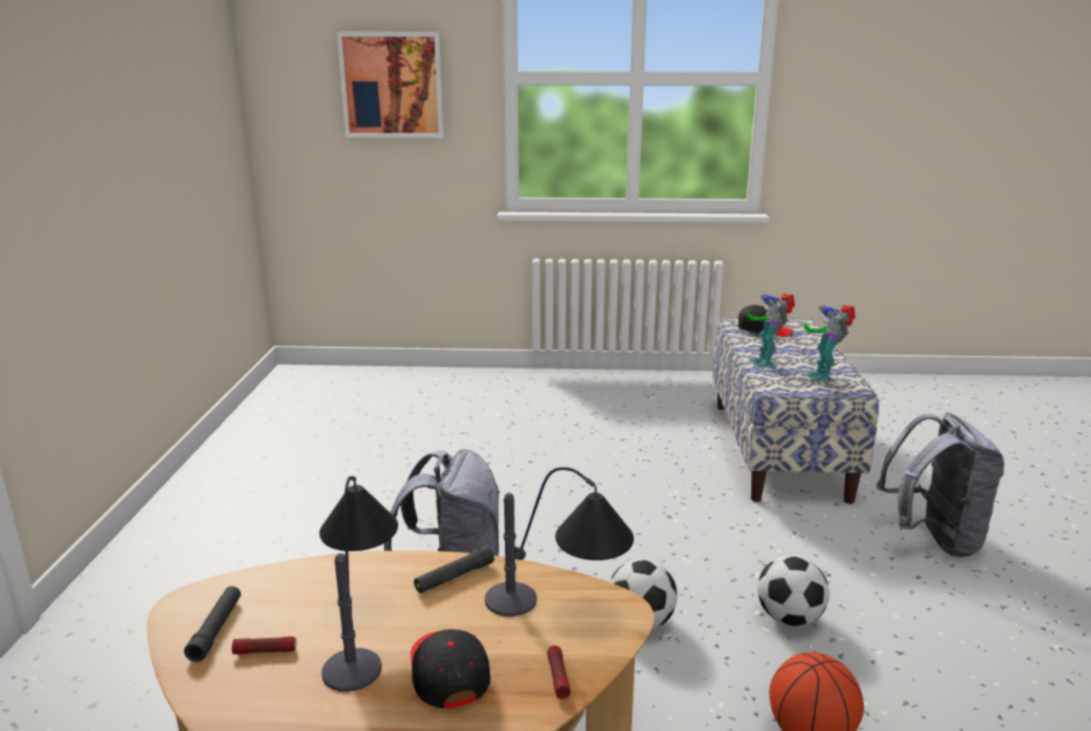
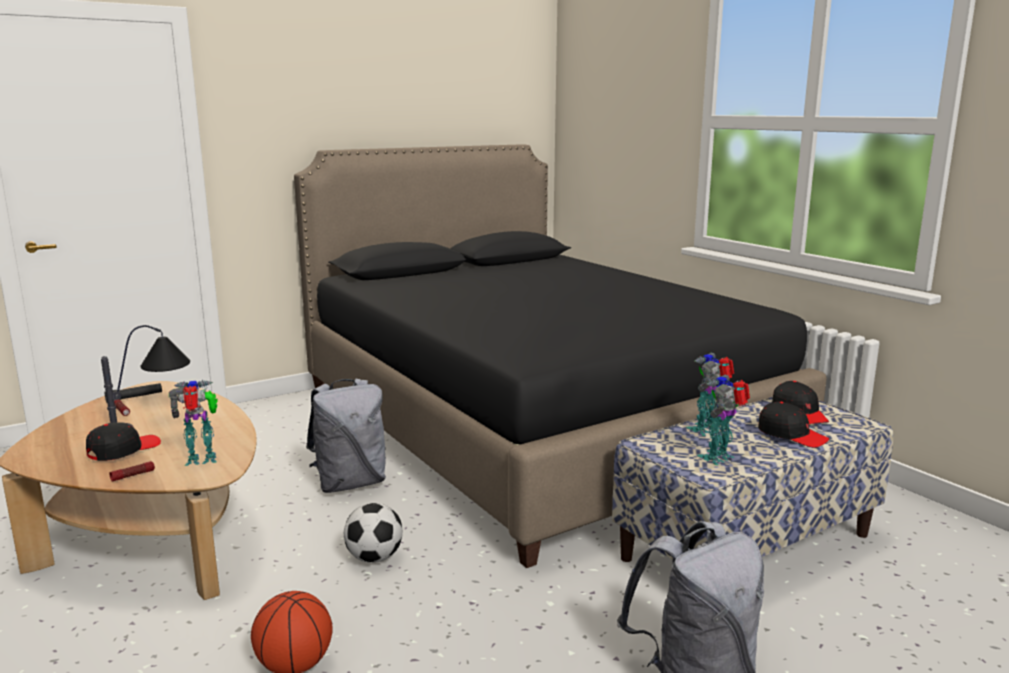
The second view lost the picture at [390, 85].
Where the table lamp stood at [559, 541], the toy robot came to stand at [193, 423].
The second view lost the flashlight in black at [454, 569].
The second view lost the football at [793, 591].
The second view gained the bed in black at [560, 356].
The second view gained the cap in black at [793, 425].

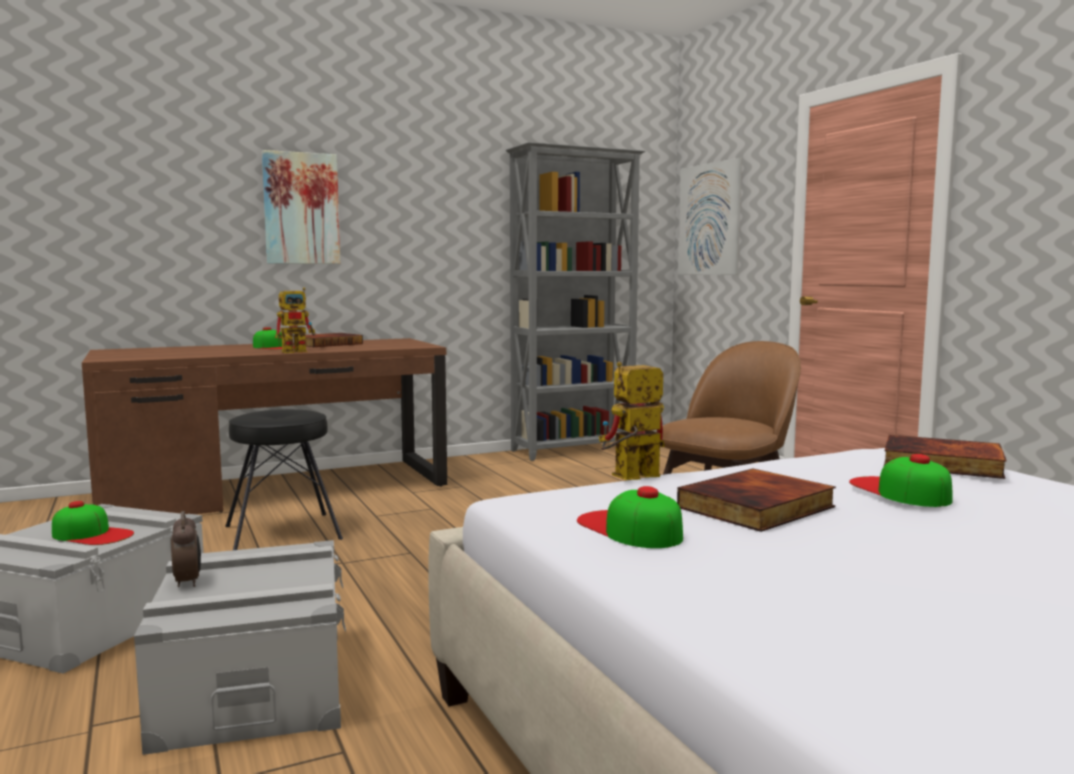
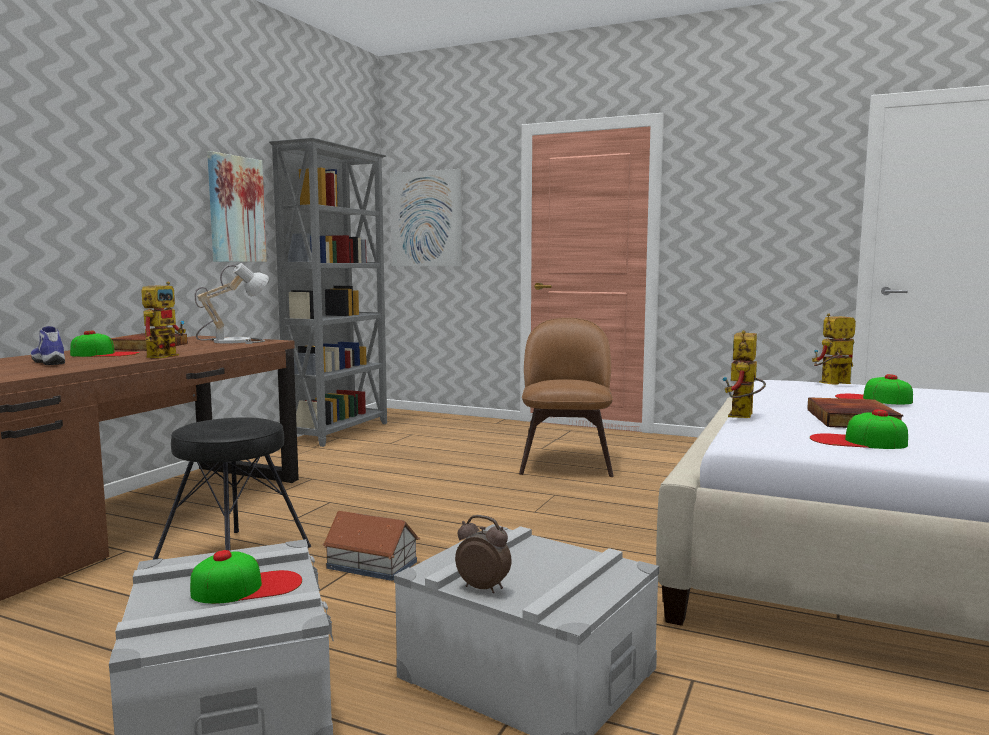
The picture ended up elsewhere, having gone from [301, 207] to [237, 206].
Where the book stood at [945, 457], the toy robot came to stand at [834, 349].
The second view gained the table lamp at [232, 303].
The second view gained the shoe at [48, 345].
The second view gained the toy house at [371, 546].

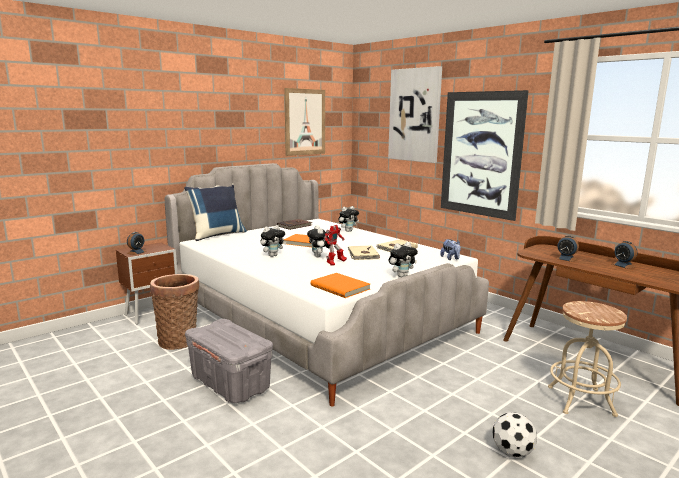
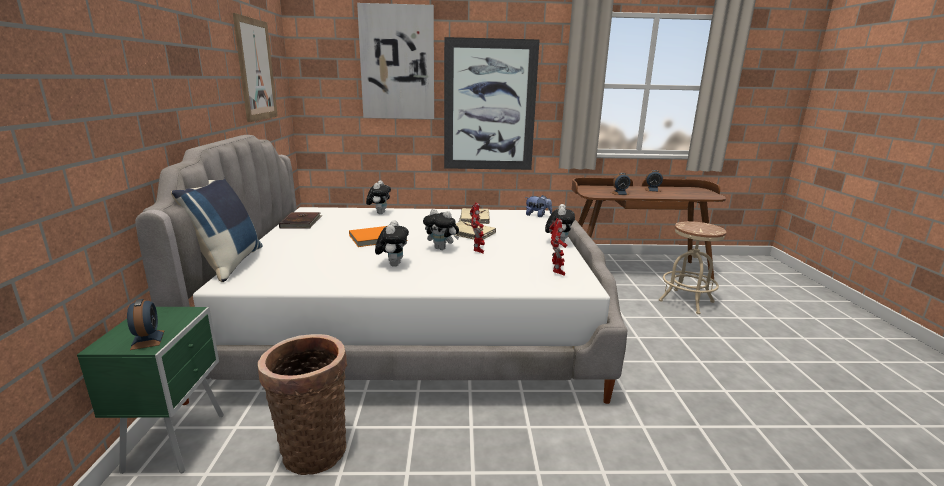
What was the nightstand in brown at [147, 283] turned into the nightstand in green at [150, 390].
Where the book in orange stood at [340, 285], the toy robot came to stand at [558, 247].
The second view lost the storage box in grey at [229, 361].
The second view lost the football at [515, 434].

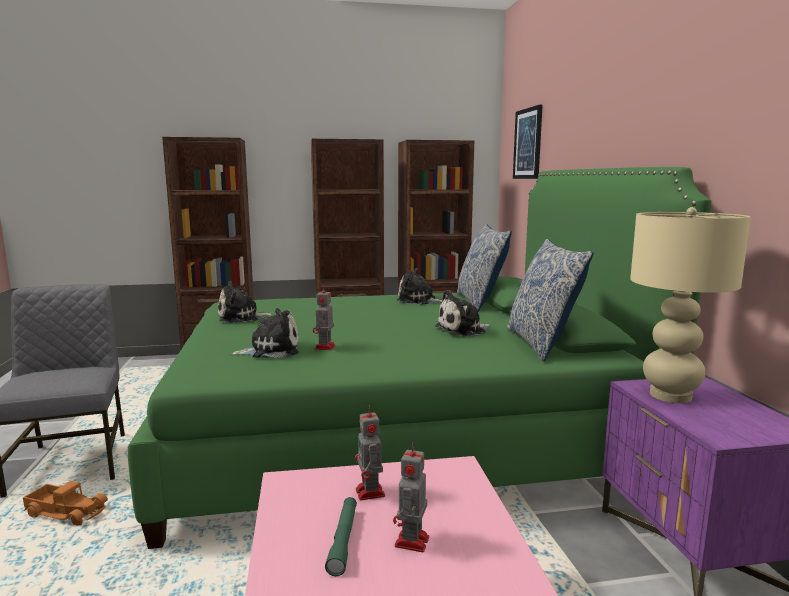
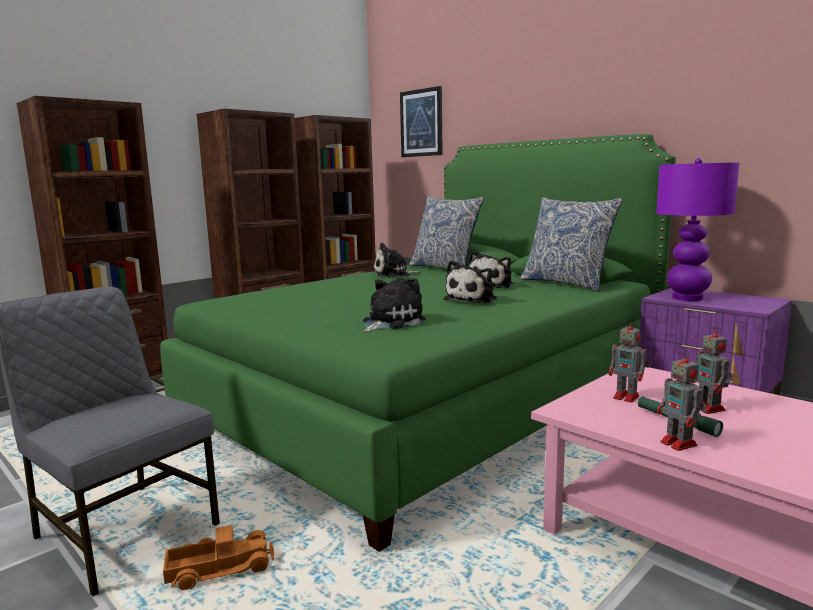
What was the table lamp in beige at [690, 305] turned into the table lamp in purple at [697, 229].
The plush toy ended up elsewhere, having gone from [245, 302] to [471, 282].
The toy robot ended up elsewhere, having gone from [324, 320] to [682, 400].

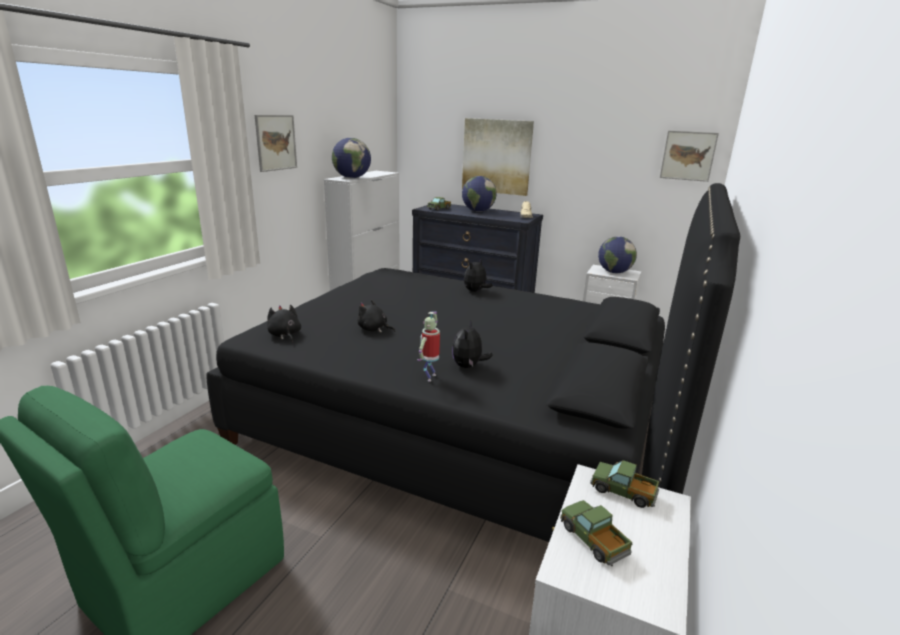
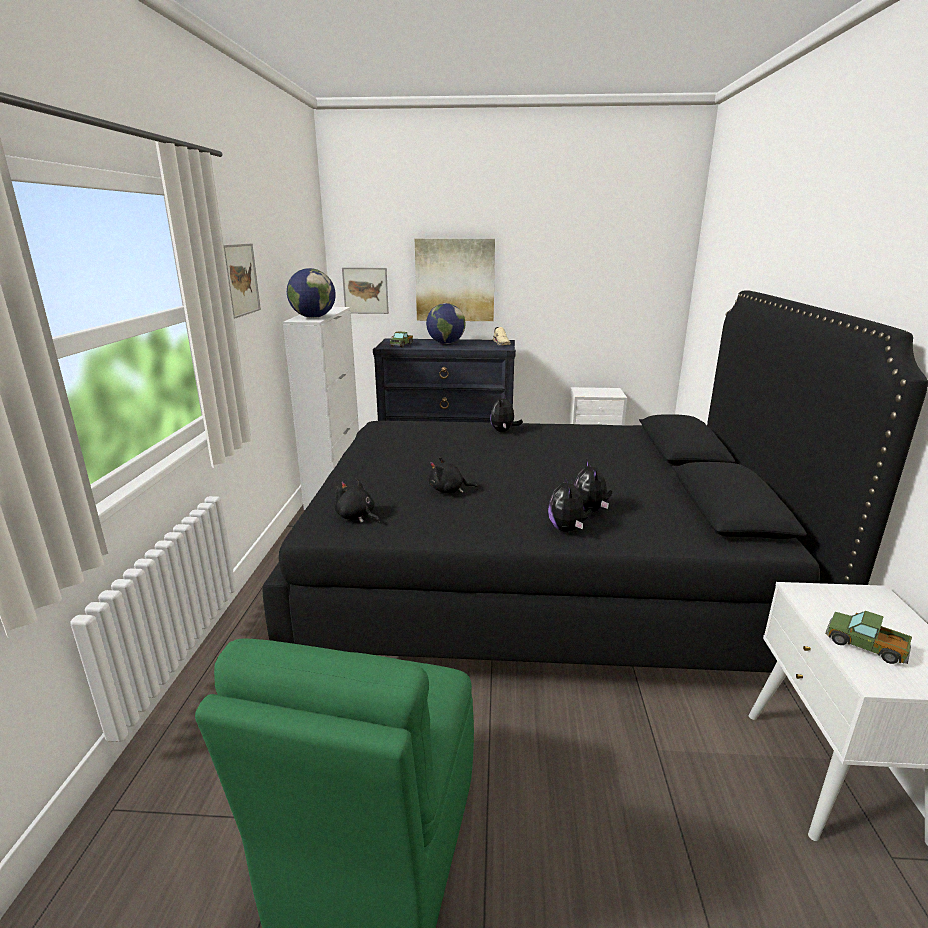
The picture ended up elsewhere, having gone from [689, 156] to [365, 291].
The second view lost the globe at [617, 254].
Where the toy robot stood at [429, 346], the plush toy came to stand at [570, 503].
The second view lost the toy truck at [624, 484].

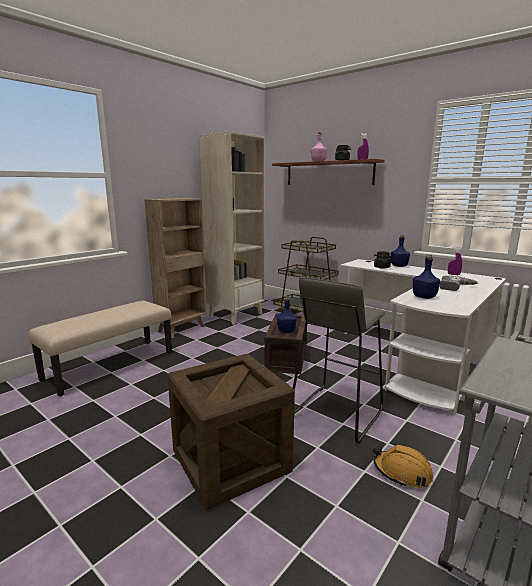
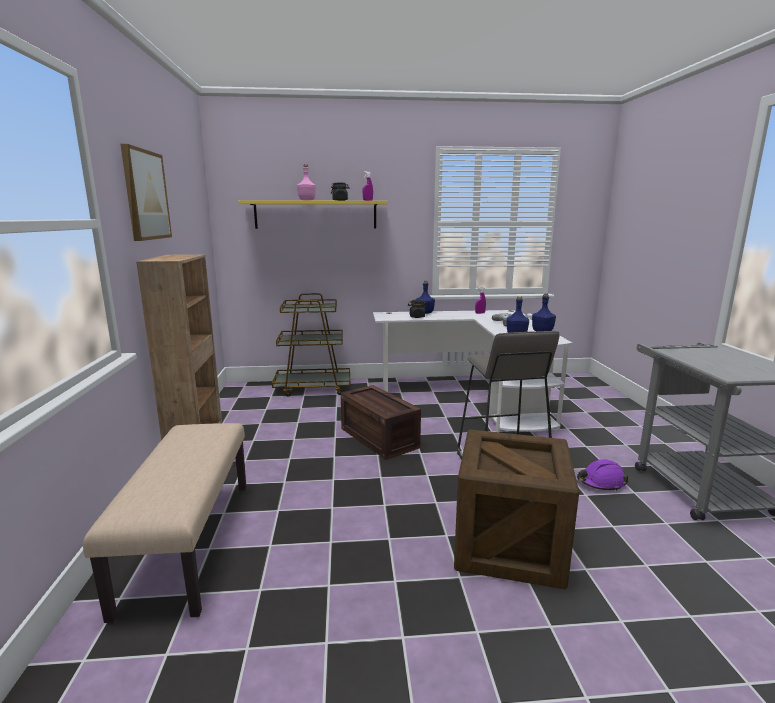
The second view lost the bookcase in beige at [232, 228].
What was the shelf in brown at [328, 172] turned into the shelf in yellow at [313, 214].
The bottle in blue ended up elsewhere, having gone from [286, 315] to [544, 312].
What was the hard hat in orange at [403, 465] turned into the hard hat in purple at [602, 475].
The second view gained the picture at [146, 192].

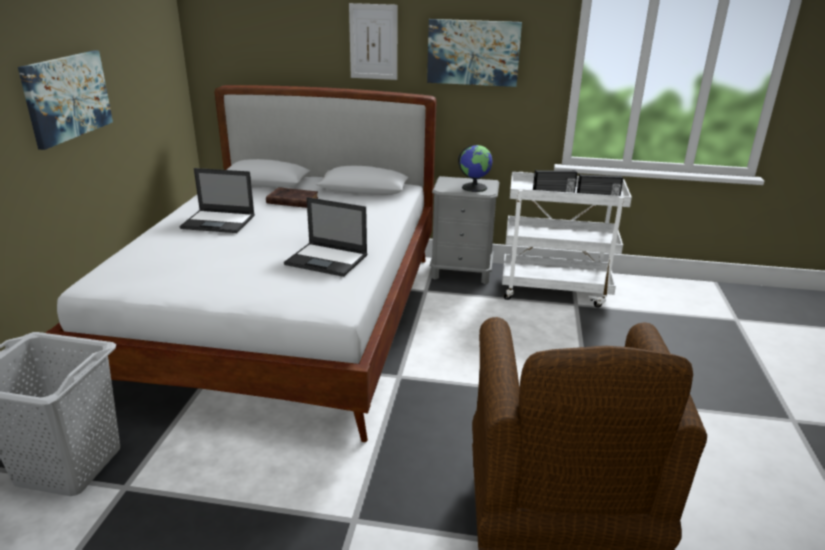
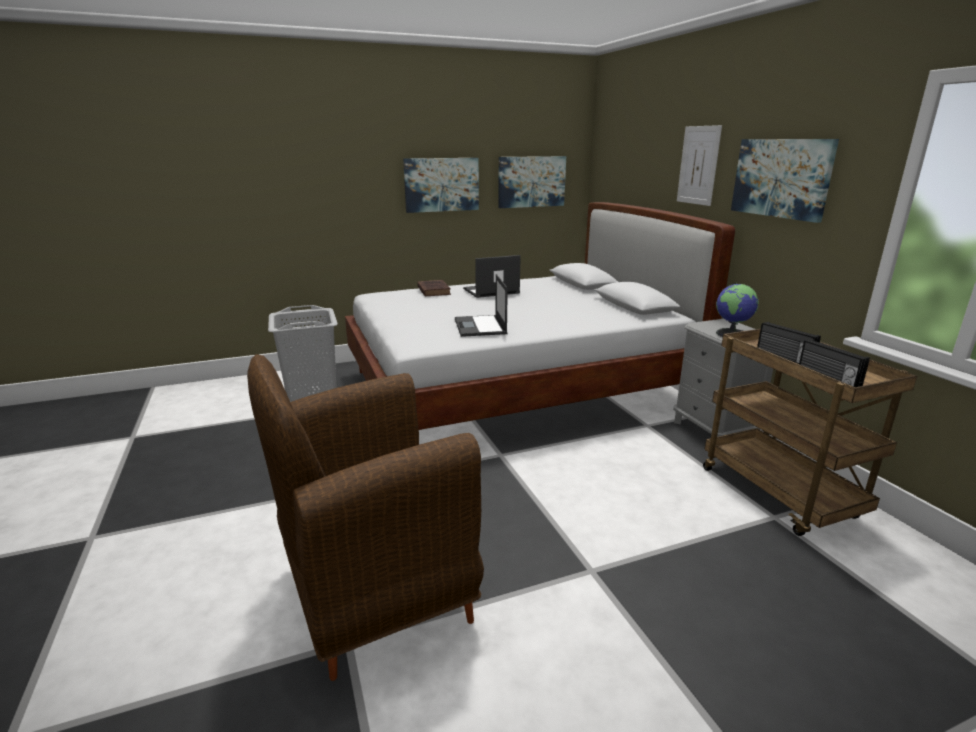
The laptop at [217, 200] ended up facing another way, 90 degrees clockwise from before.
What was the cart in white at [567, 240] turned into the cart in brown at [810, 432].
The book in brown ended up elsewhere, having gone from [292, 197] to [434, 288].
The second view gained the picture at [532, 182].

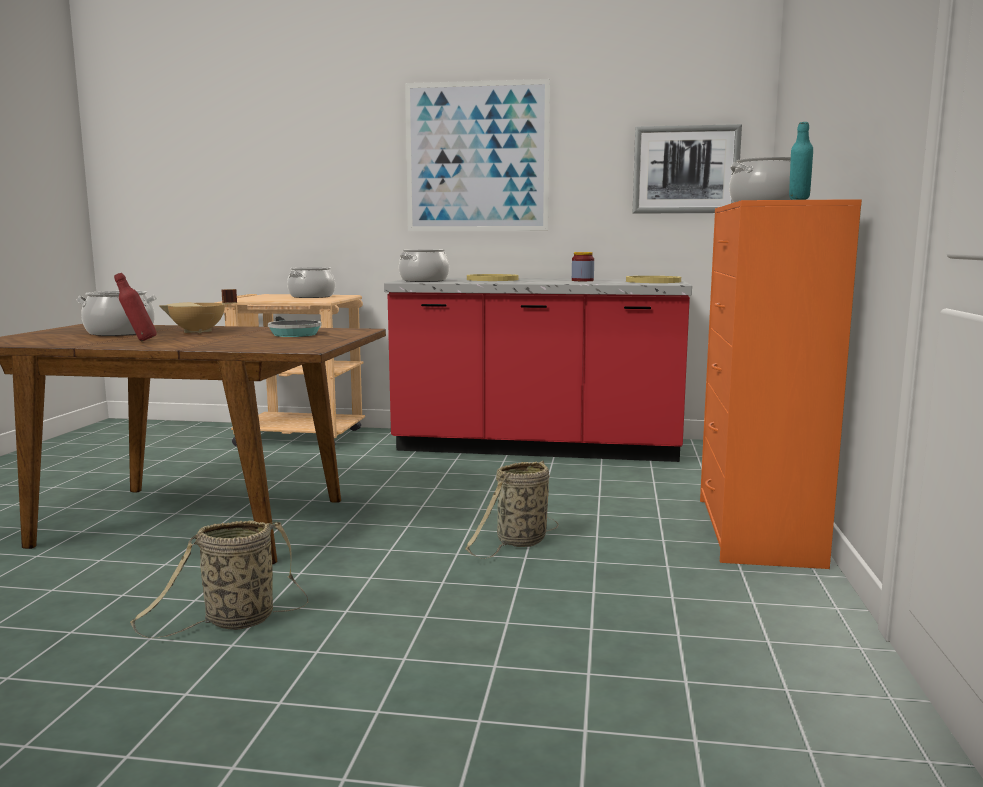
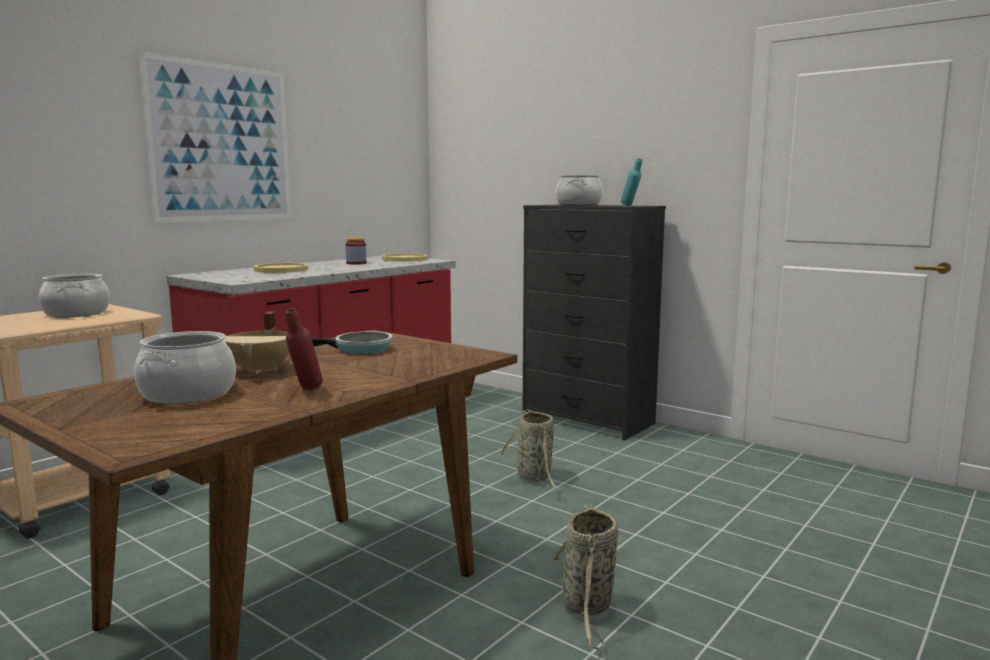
The second view lost the picture at [687, 168].
What was the dresser in orange at [781, 384] turned into the dresser in black at [594, 323].
The second view lost the cooking pot at [424, 265].

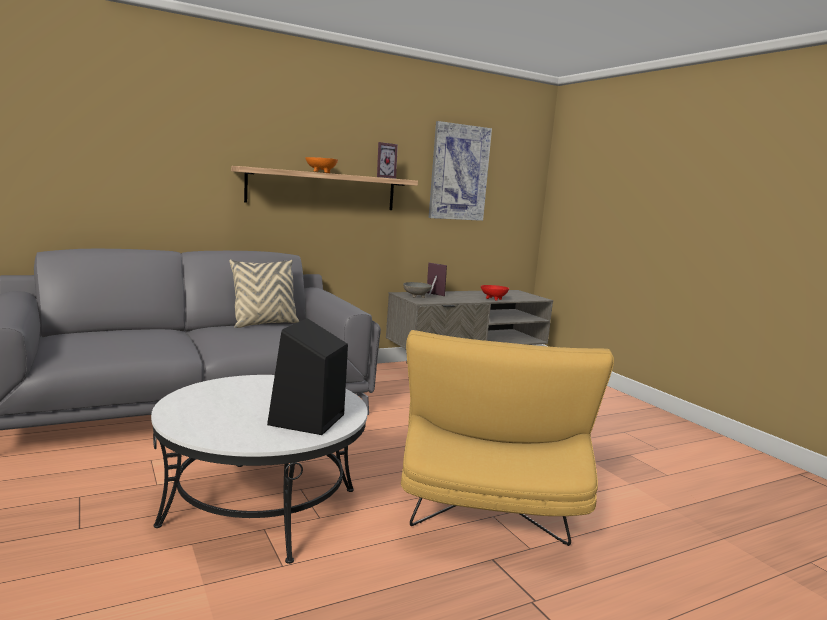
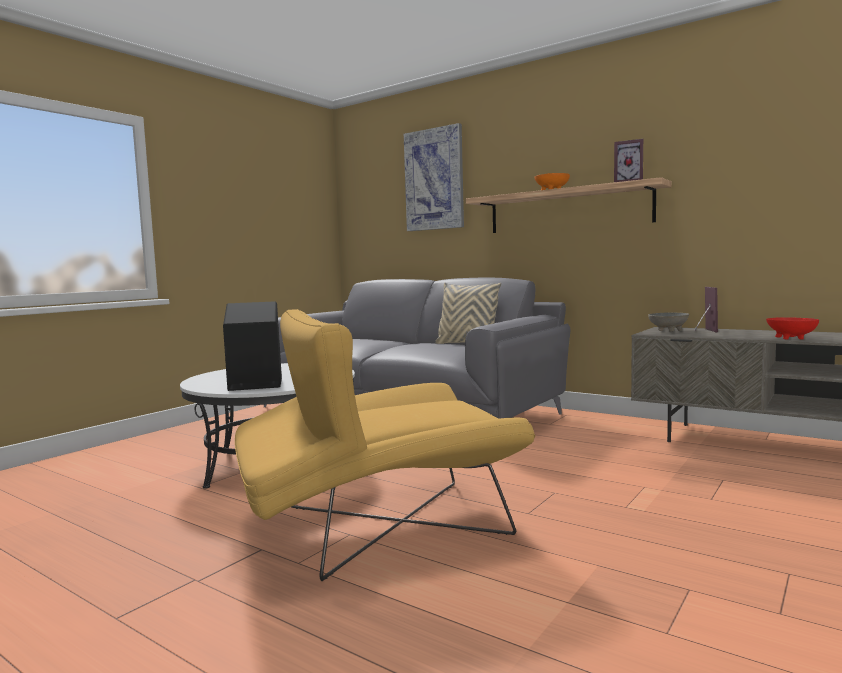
The picture ended up elsewhere, having gone from [460, 171] to [434, 177].

